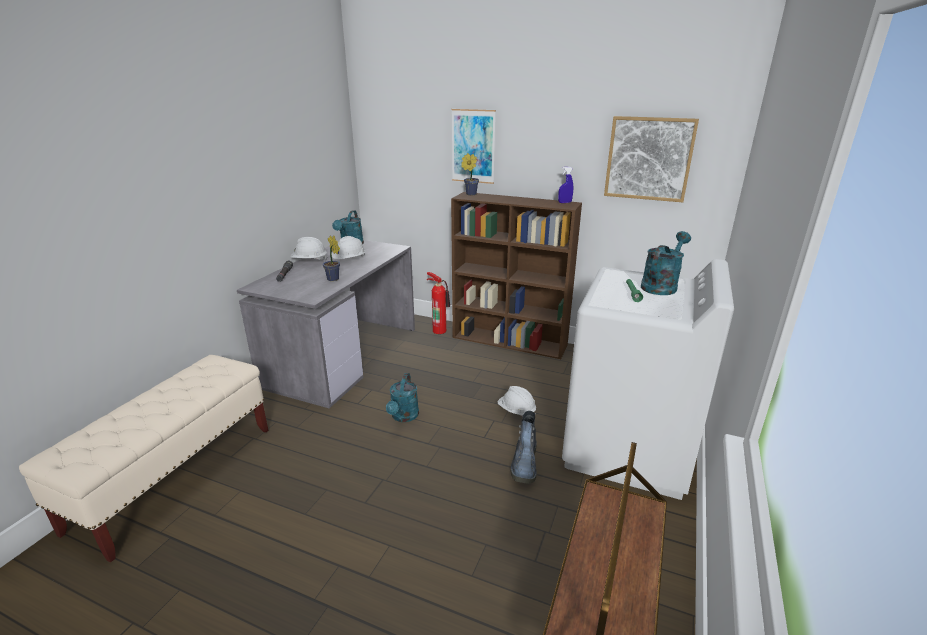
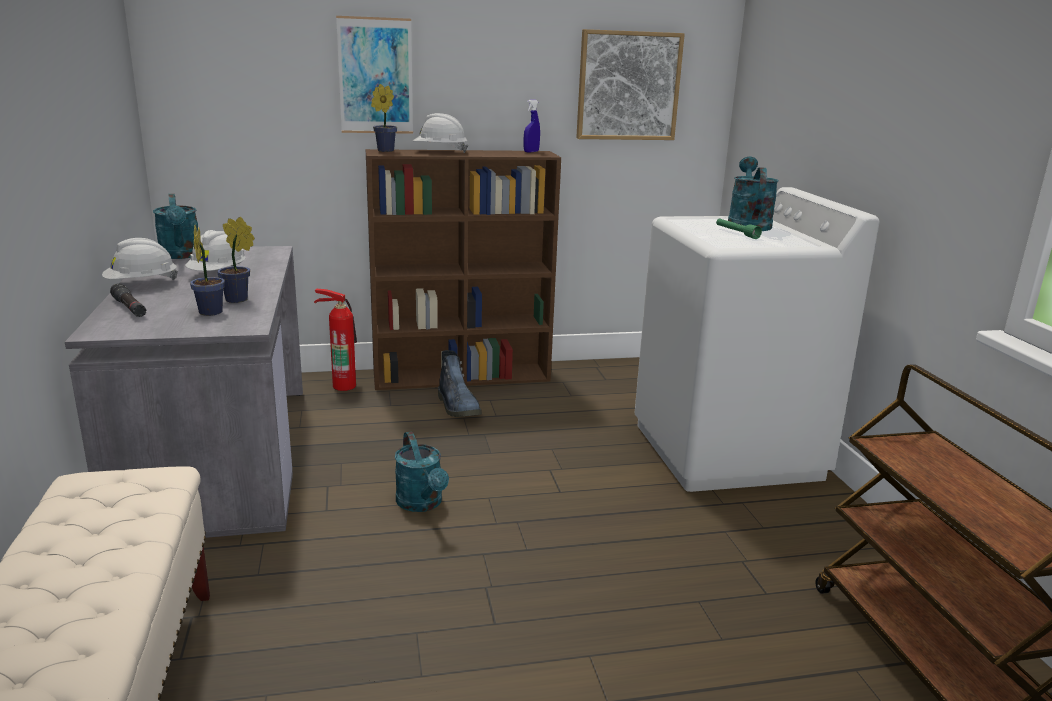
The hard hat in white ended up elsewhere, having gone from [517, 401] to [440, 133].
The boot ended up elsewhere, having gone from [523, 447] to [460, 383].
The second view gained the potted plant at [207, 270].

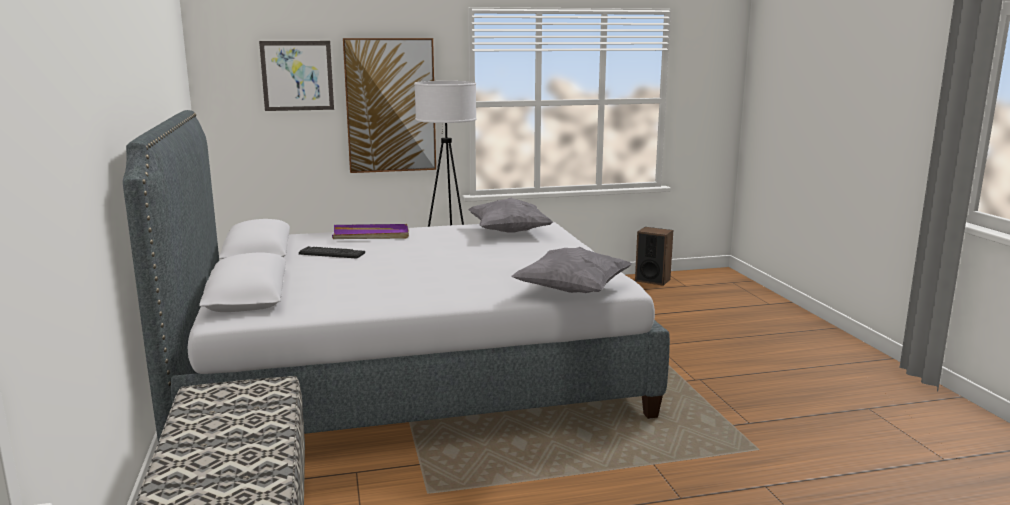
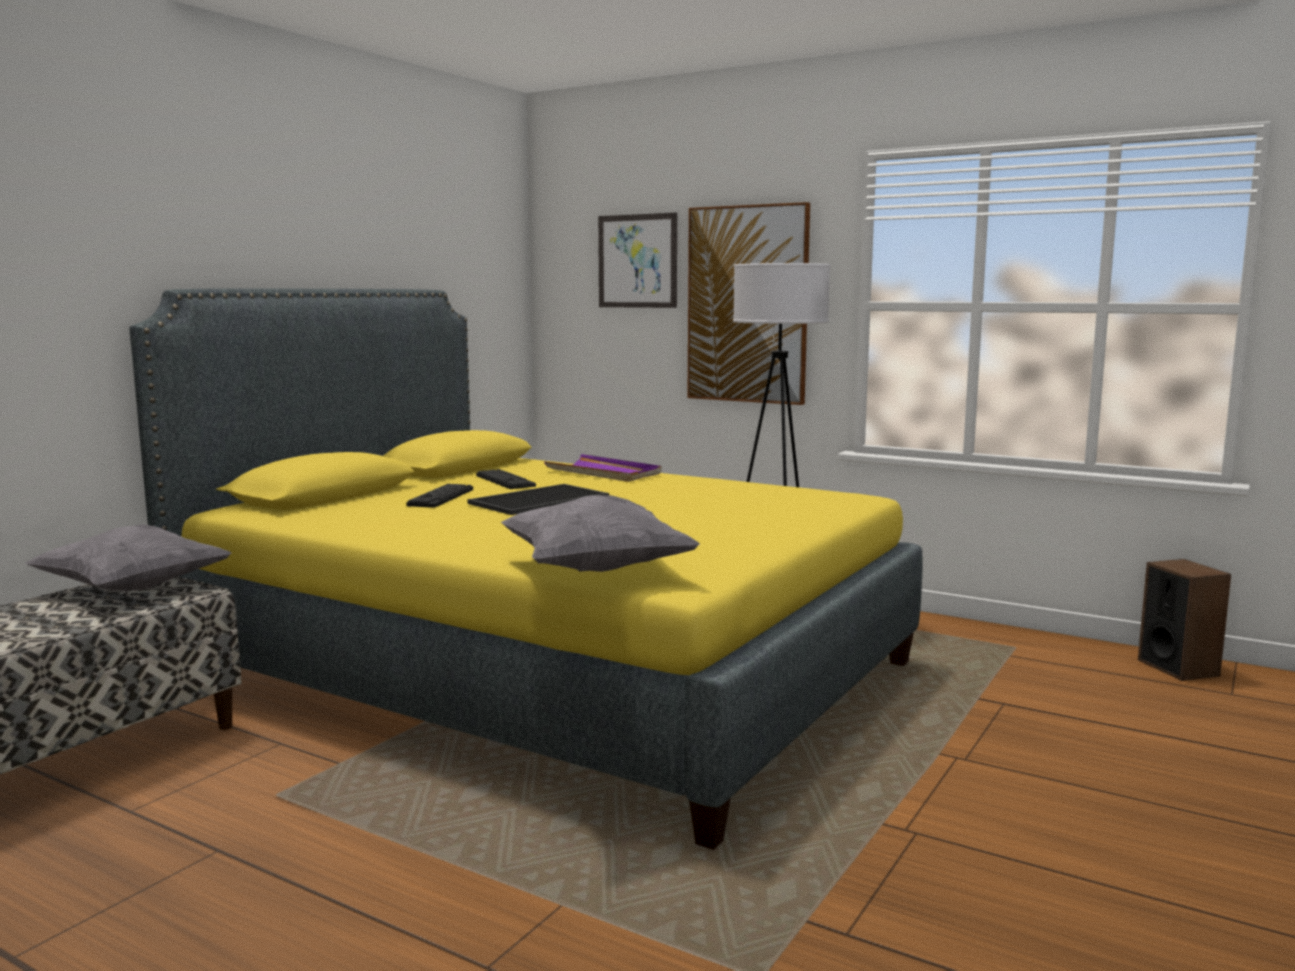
What was the bed in grey at [396, 275] turned into the bed in yellow at [526, 569].
The pillow in grey ended up elsewhere, having gone from [510, 215] to [128, 558].
The second view gained the keyboard at [439, 496].
The second view gained the tray at [538, 499].

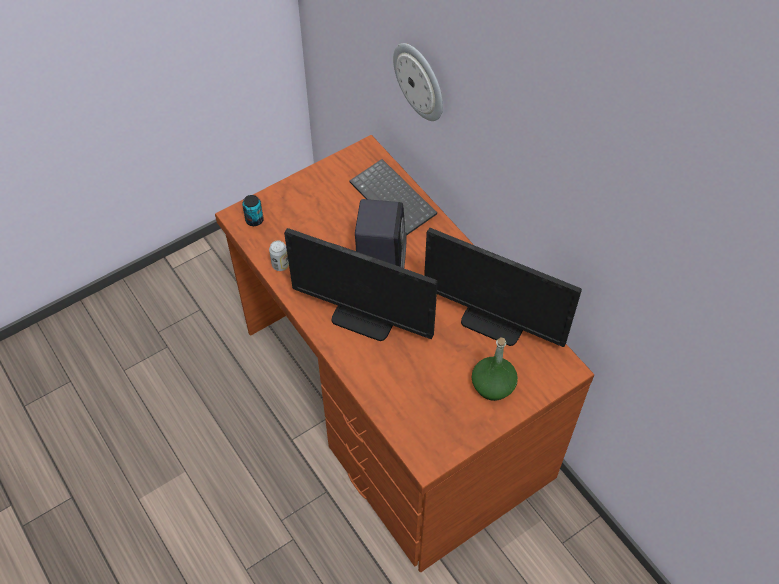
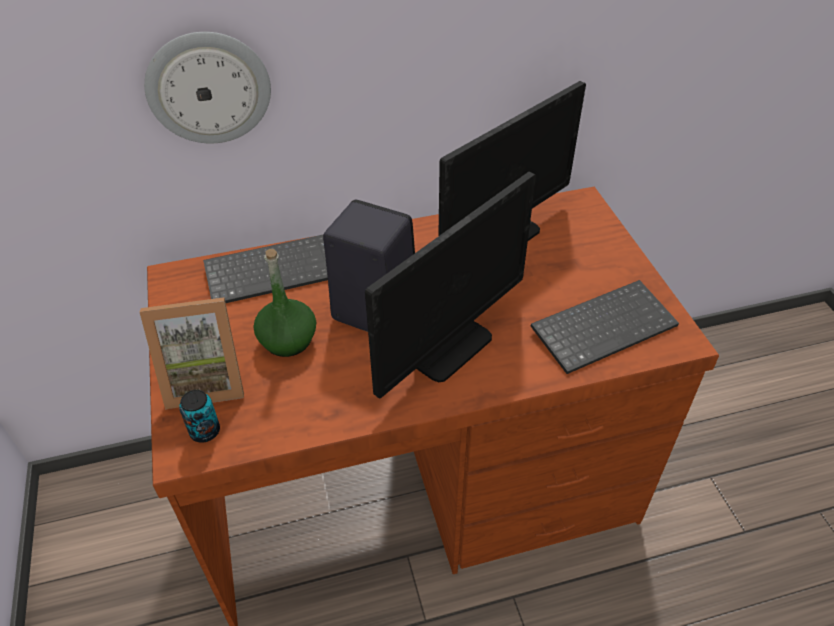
The second view lost the can at [279, 255].
The bottle in green ended up elsewhere, having gone from [495, 369] to [285, 303].
The second view gained the keyboard at [605, 327].
The second view gained the picture frame at [192, 353].

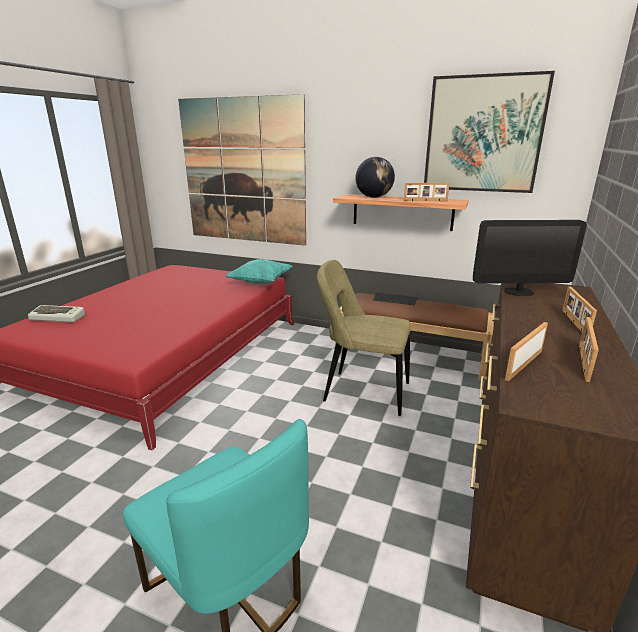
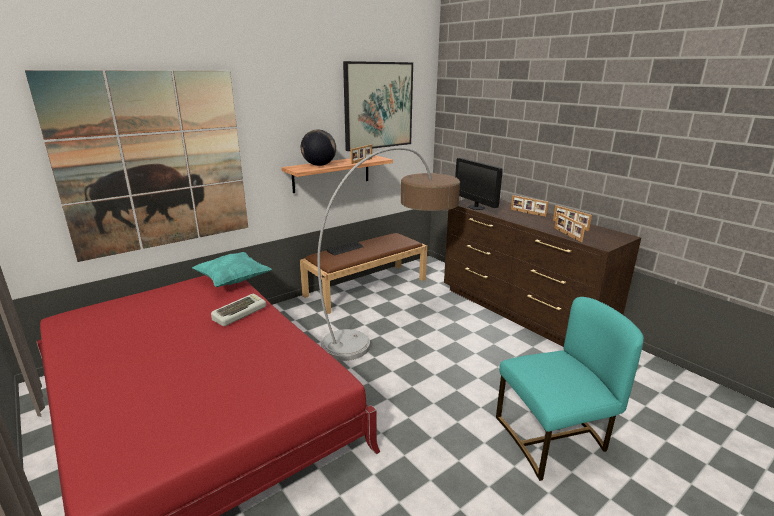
The monitor at [530, 258] ended up facing another way, 120 degrees clockwise from before.
Where the chair in beige stood at [364, 338], the floor lamp came to stand at [388, 254].
The keyboard ended up elsewhere, having gone from [56, 313] to [238, 310].

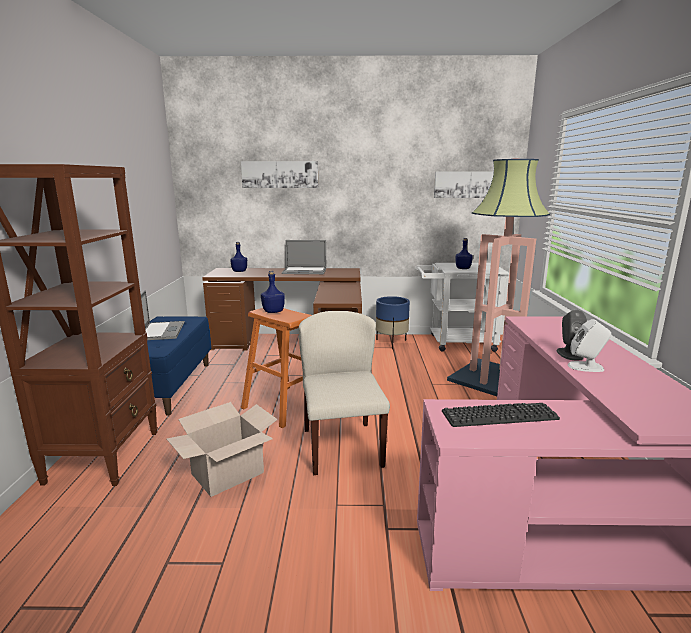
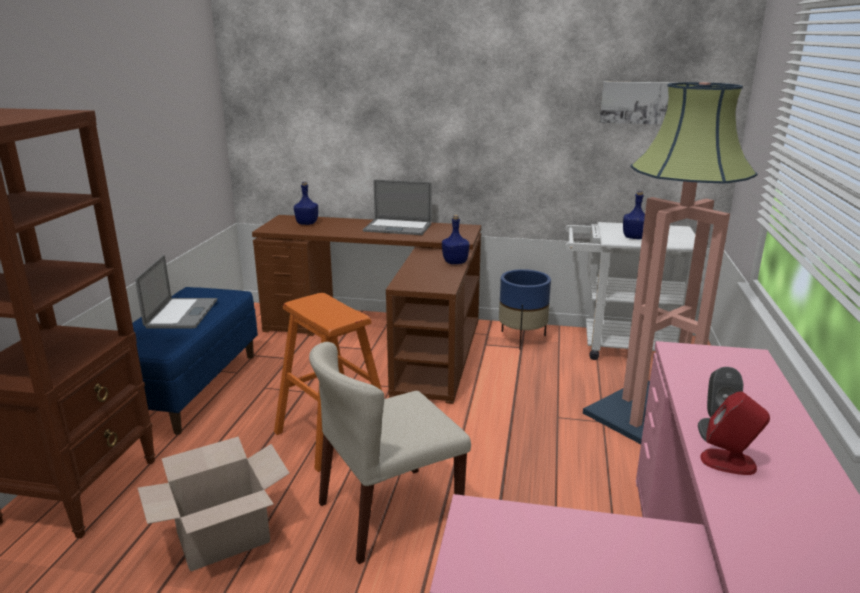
The second view lost the picture at [279, 174].
The bottle in blue ended up elsewhere, having gone from [273, 292] to [455, 239].
The chair in beige at [344, 393] ended up facing another way, 120 degrees counterclockwise from before.
What was the speaker in white at [589, 345] turned into the speaker in red at [735, 433].
The second view lost the keyboard at [501, 415].

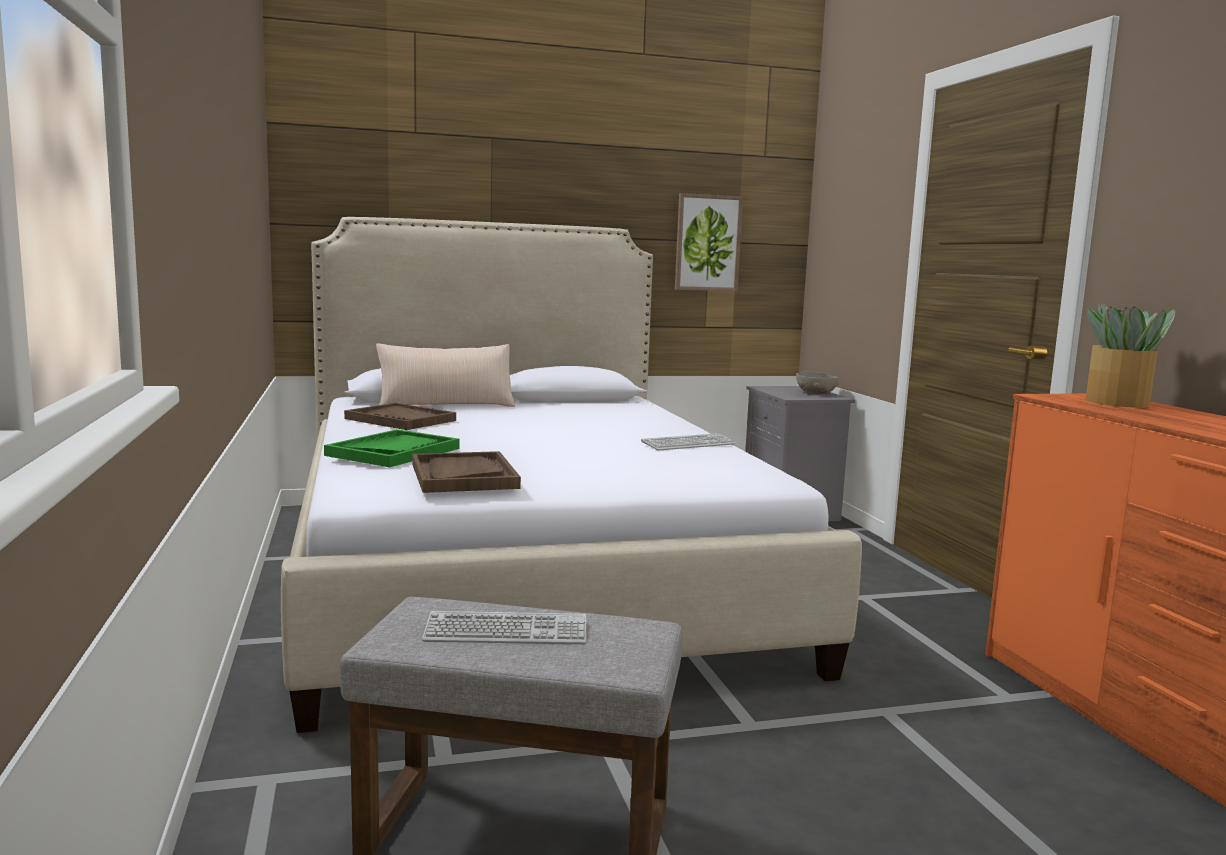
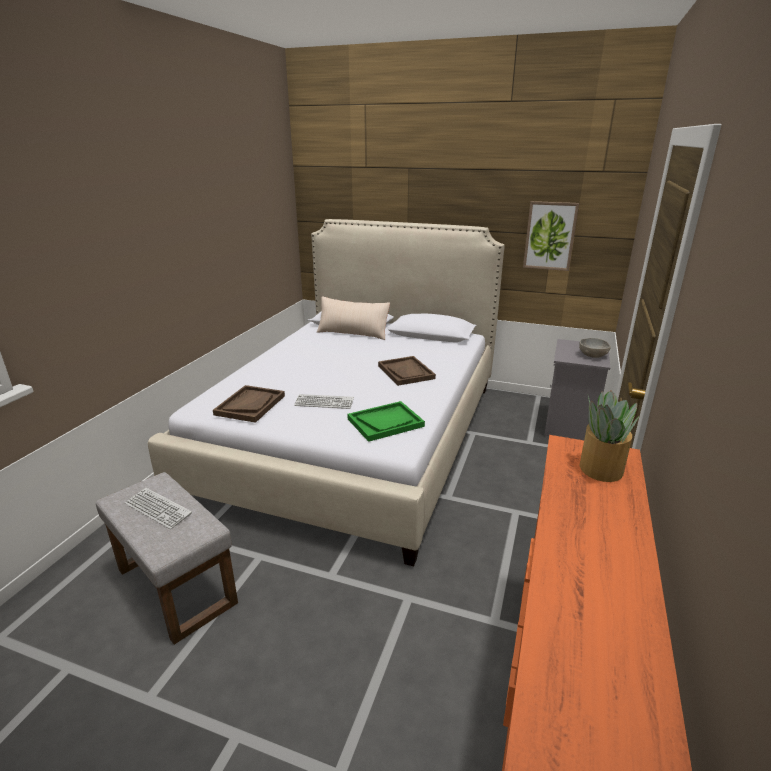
The tray in brown ended up elsewhere, having gone from [400, 416] to [407, 371].
The tray in green ended up elsewhere, having gone from [391, 448] to [386, 421].
The keyboard ended up elsewhere, having gone from [688, 442] to [324, 401].

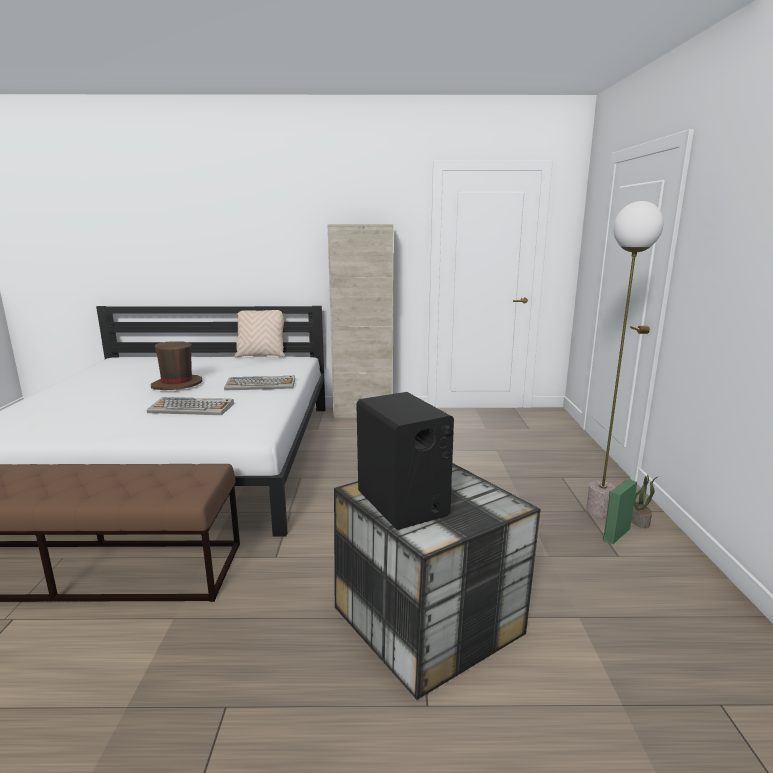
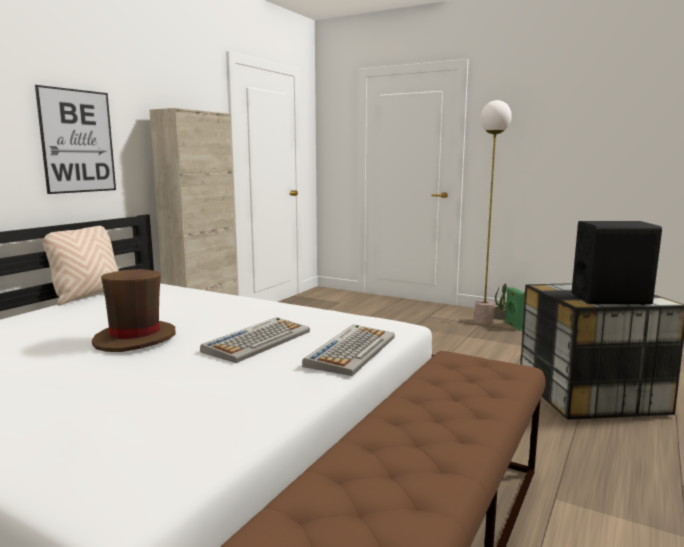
The keyboard ended up elsewhere, having gone from [259, 383] to [348, 350].
The second view gained the picture at [75, 139].

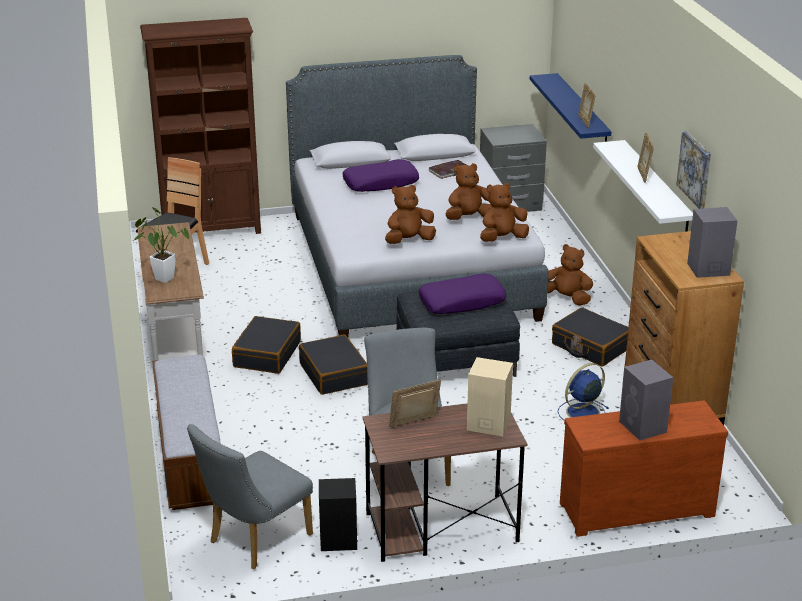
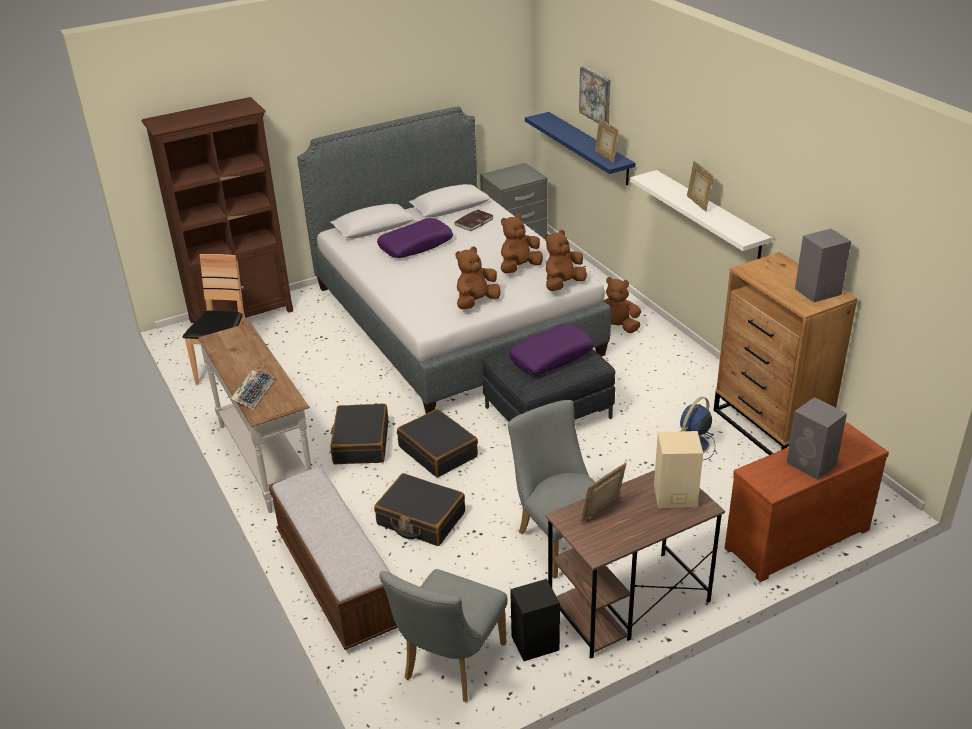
The picture ended up elsewhere, having gone from [693, 170] to [595, 95].
Where the potted plant stood at [161, 245], the keyboard came to stand at [252, 389].
The suitcase in black ended up elsewhere, having gone from [590, 337] to [419, 509].

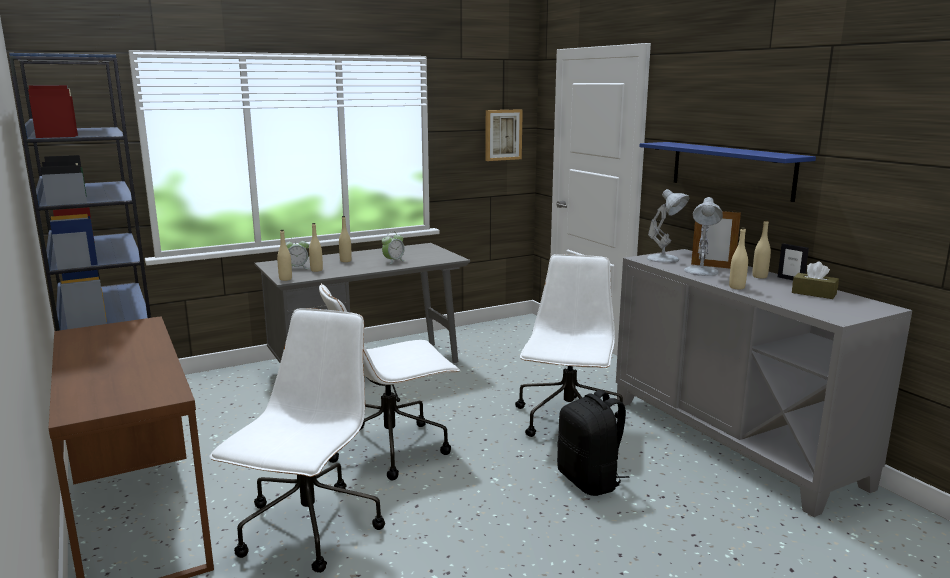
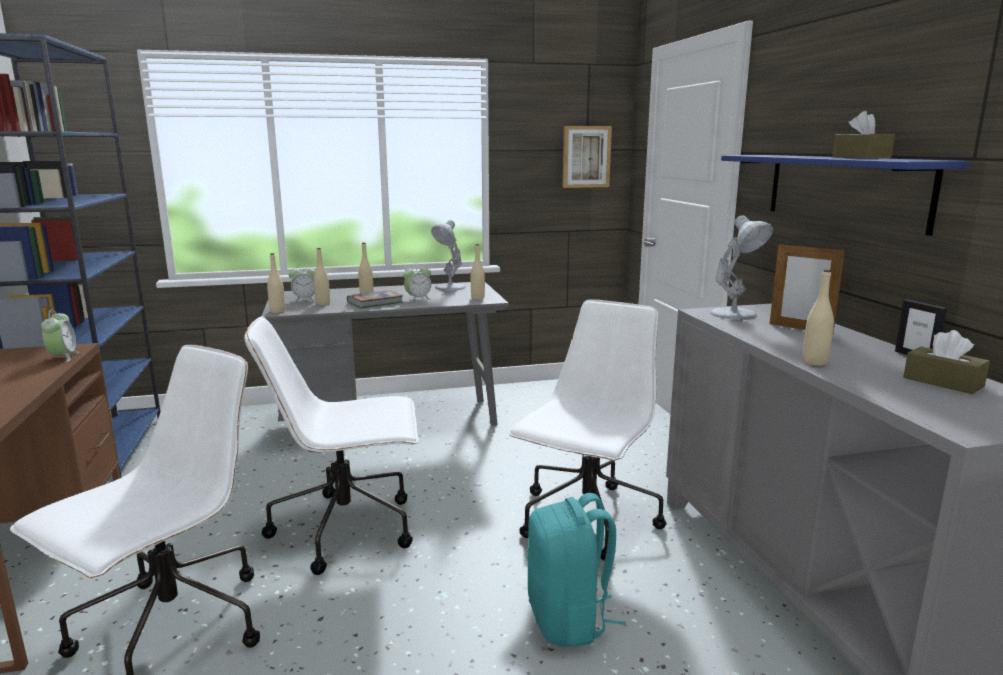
The table lamp in white ended up elsewhere, having gone from [703, 236] to [448, 255].
The bottle in beige ended up elsewhere, having gone from [761, 249] to [478, 271].
What was the backpack in black at [593, 443] turned into the backpack in turquoise at [576, 570].
The second view gained the tissue box in brown at [863, 135].
The second view gained the book at [375, 299].
The second view gained the alarm clock at [60, 335].

